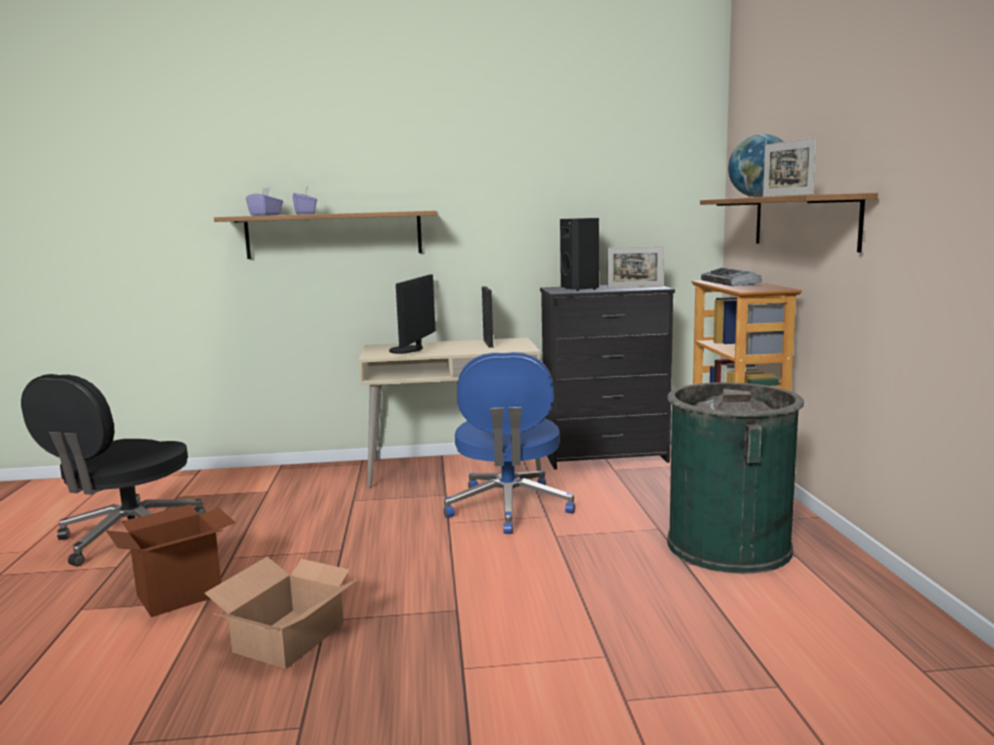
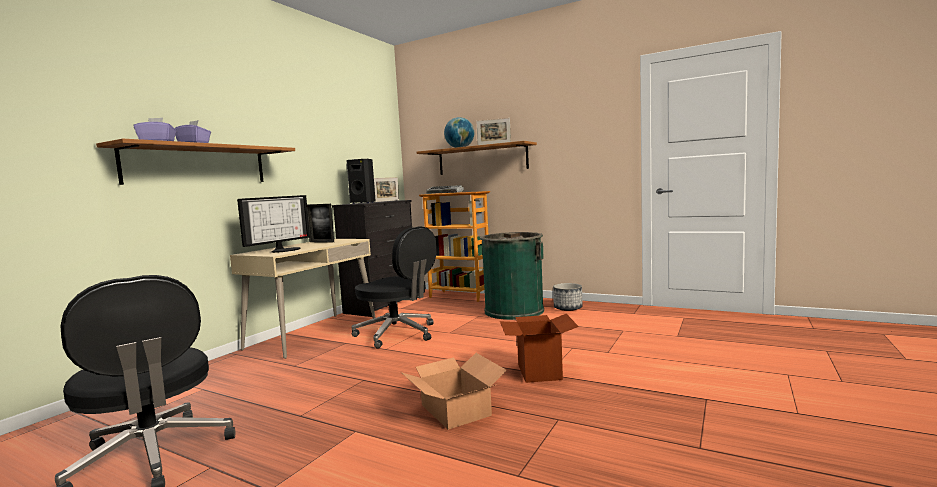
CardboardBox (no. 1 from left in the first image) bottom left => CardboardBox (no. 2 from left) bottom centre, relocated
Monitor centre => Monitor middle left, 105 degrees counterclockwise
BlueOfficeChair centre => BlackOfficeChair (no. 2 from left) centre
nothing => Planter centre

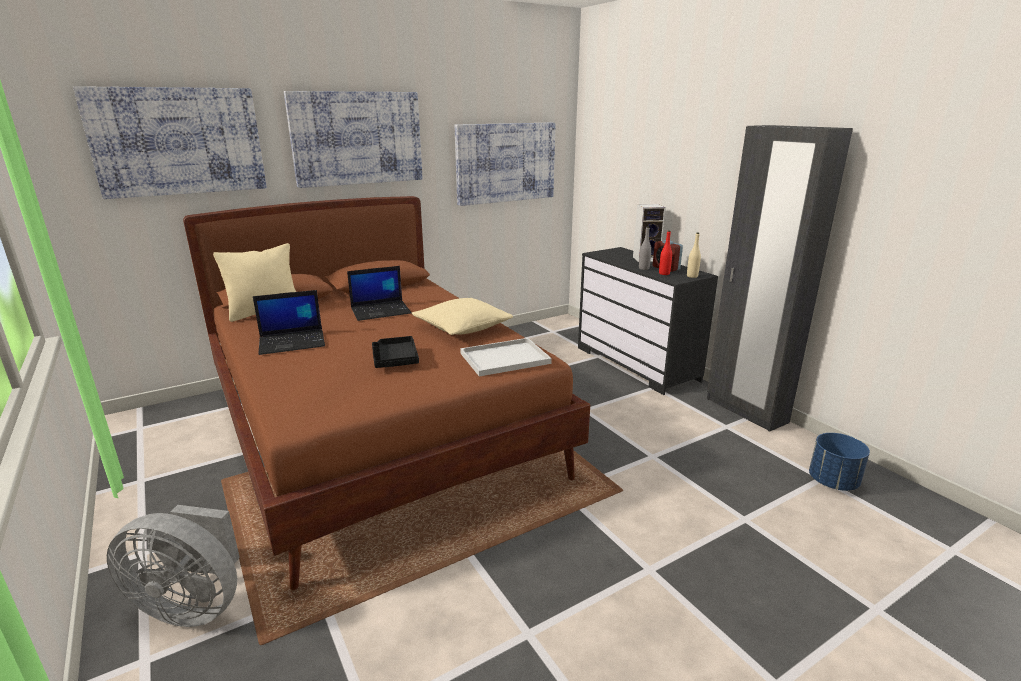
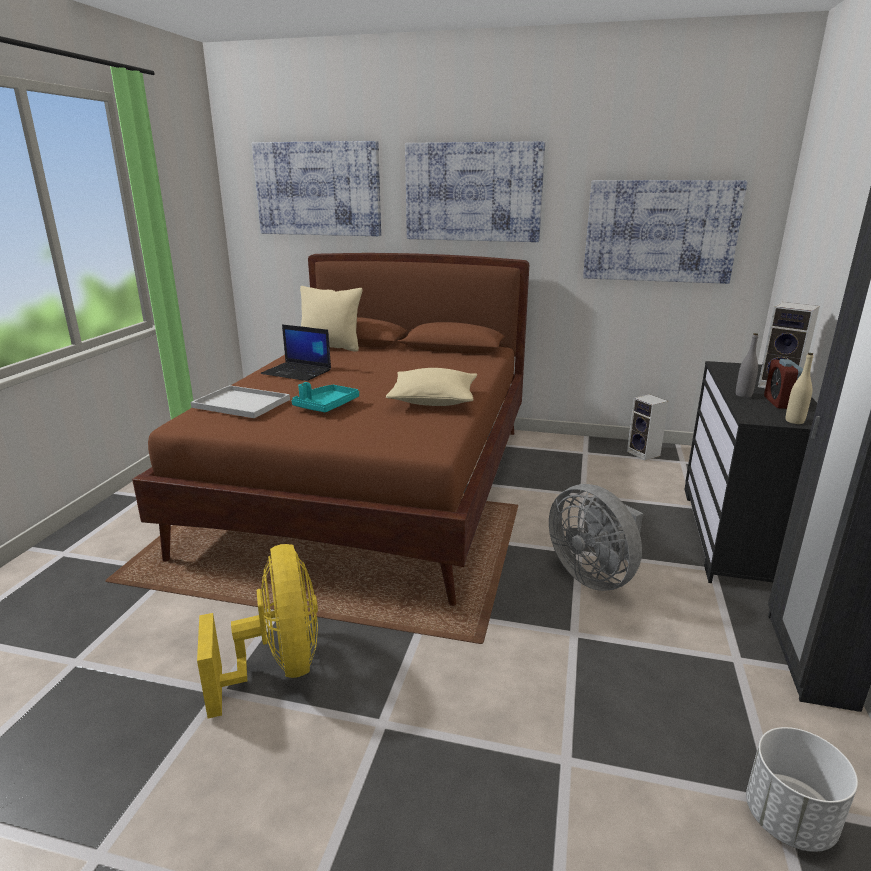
GreyFan bottom left => GreyFan middle right, relocated
Laptop (no. 2 from left) centre => nothing
BlackTray centre => TurquoiseTray centre
WhiteTray centre => WhiteTray middle left, relocated
RedBottle centre => nothing
BluePlanter bottom right => WhitePlanter bottom right
nothing => YellowFan bottom left
nothing => Speaker (no. 1 from left) middle right

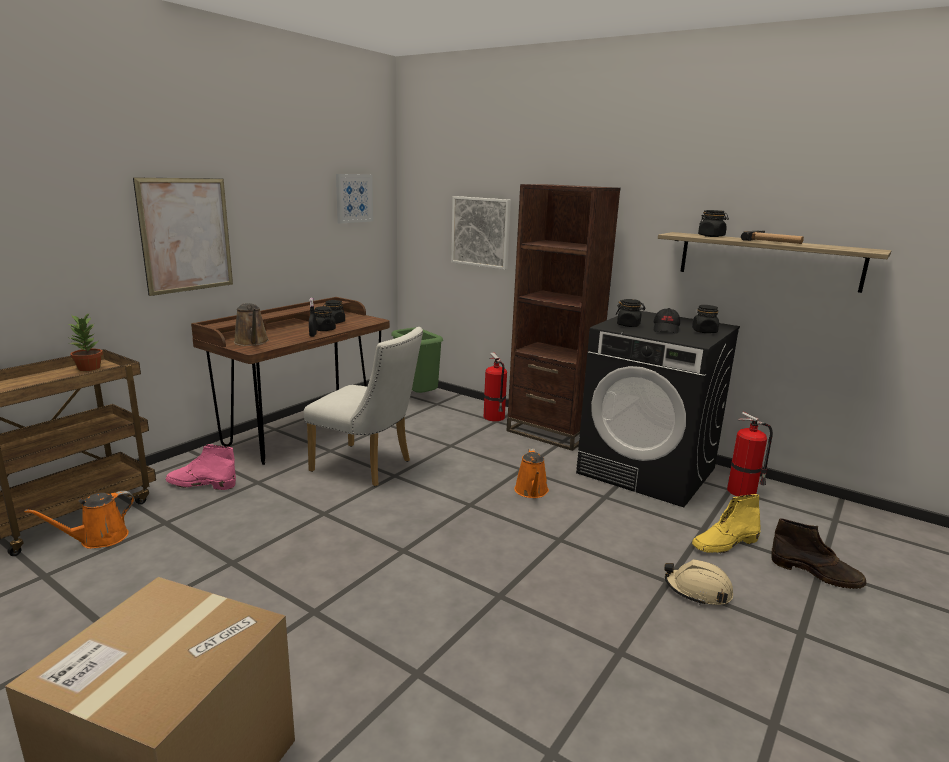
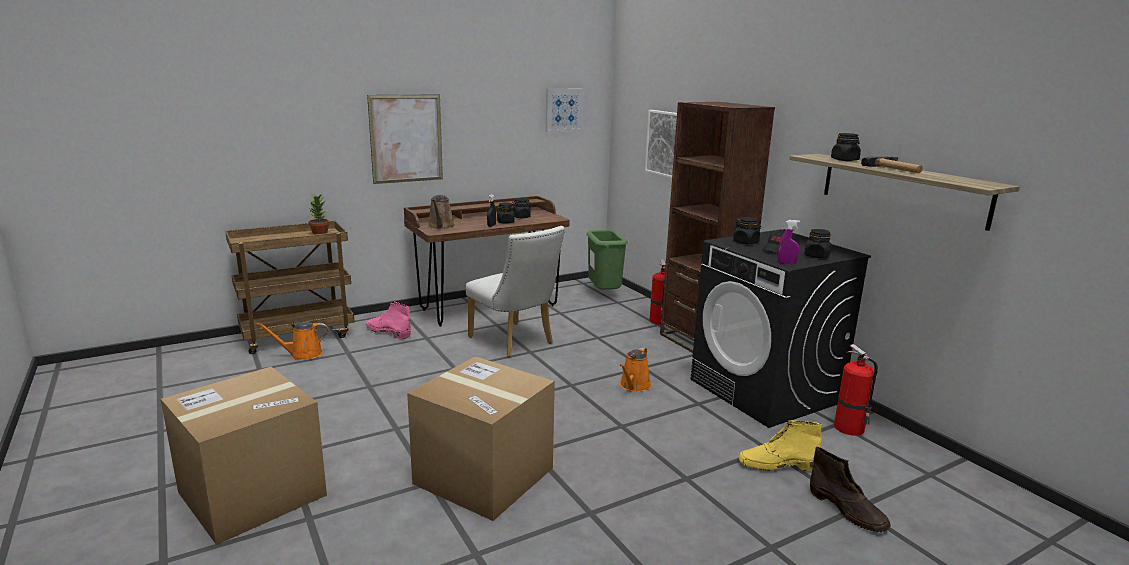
BeigeHardHat bottom right => nothing
nothing => CardboardBox (no. 2 from left) bottom centre
nothing => PurpleSprayBottle middle right

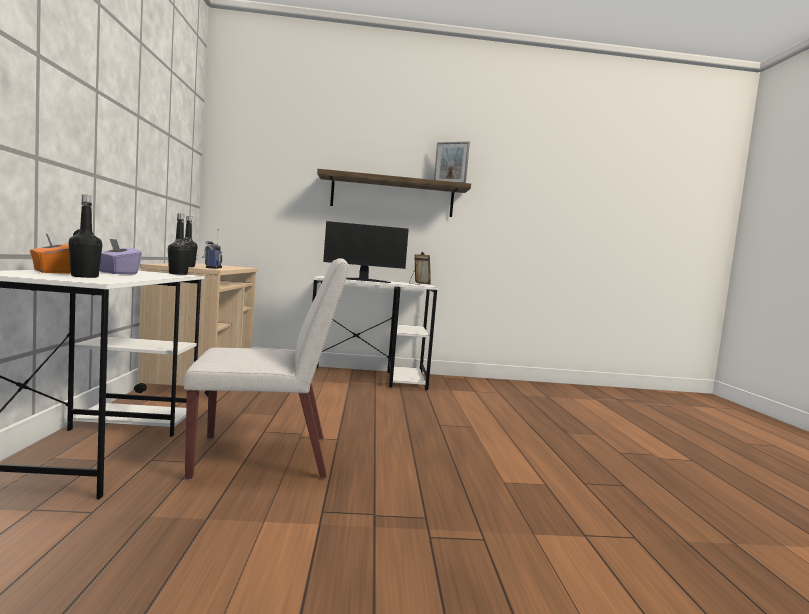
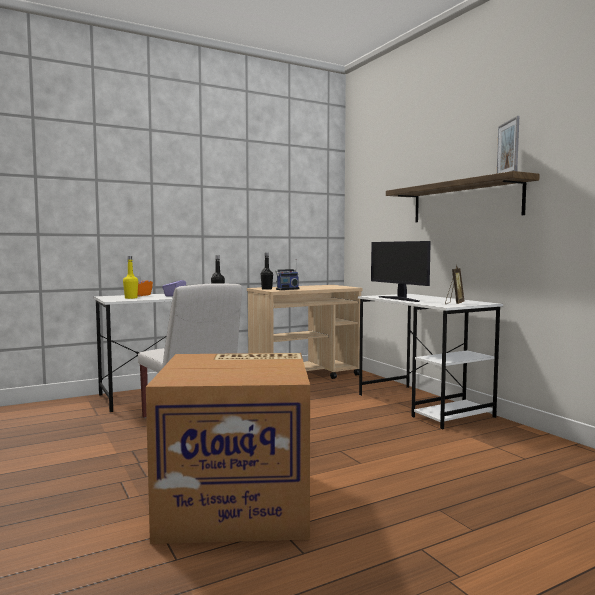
BlackBottle (no. 1 from left) middle left => YellowBottle middle left
nothing => CardboardBox bottom centre

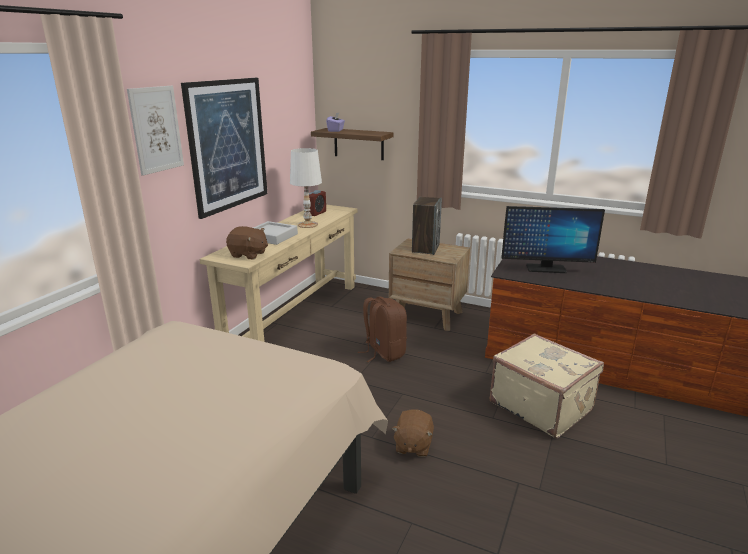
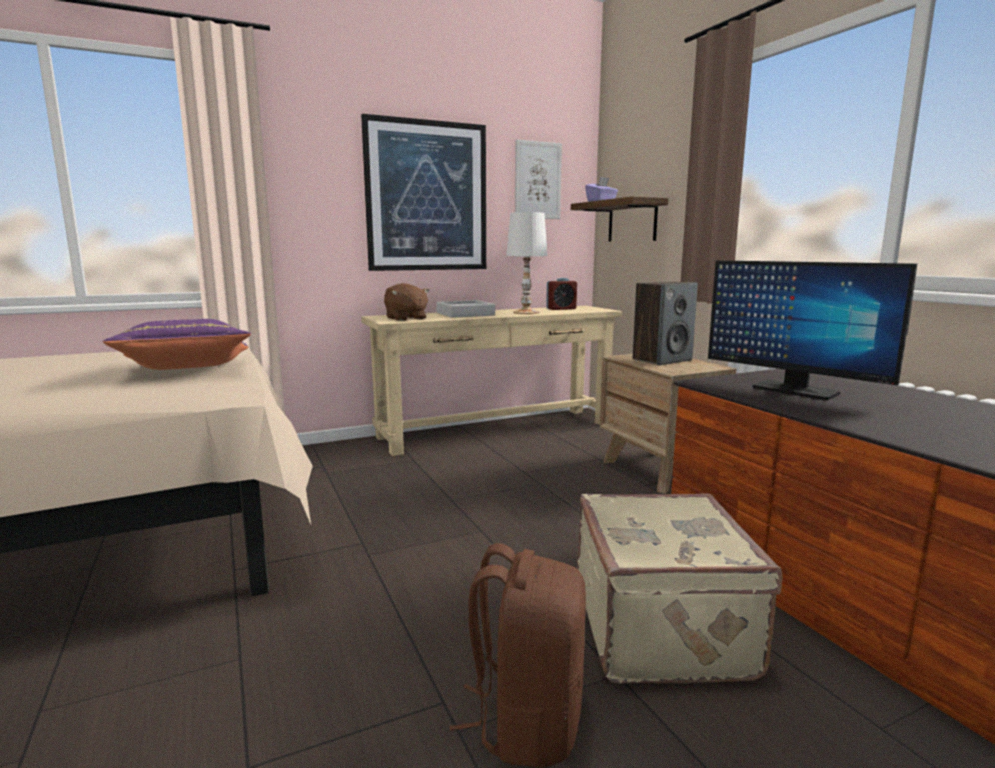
Picture (no. 1 from left in the first image) top left => Picture (no. 2 from left) top centre, relocated
BrownBackpack centre => BrownBackpack bottom centre, relocated
BrownPlushToy (no. 2 from left) bottom centre => nothing
nothing => PurplePillow middle left

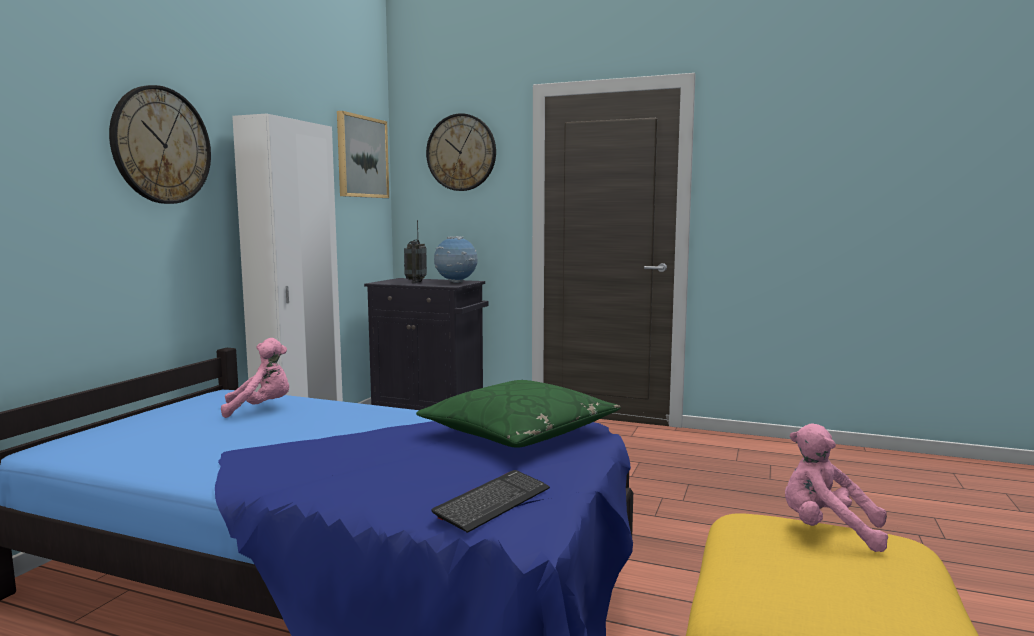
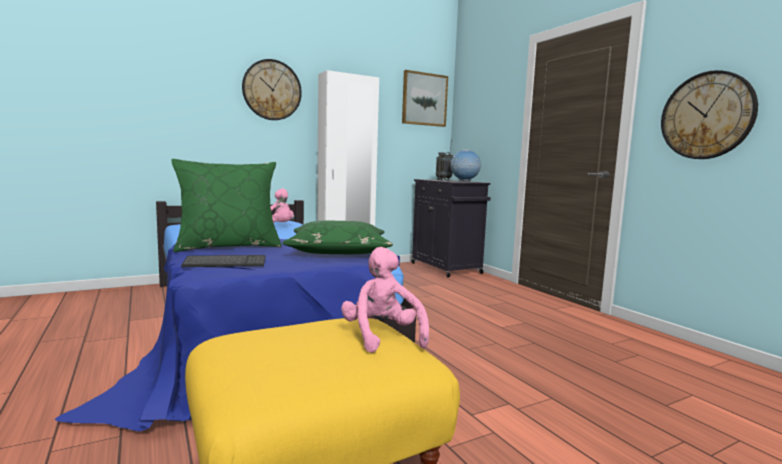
WallClock (no. 2 from left) top centre => WallClock (no. 2 from left) top right, relocated
nothing => GreenPillow (no. 1 from left) middle left

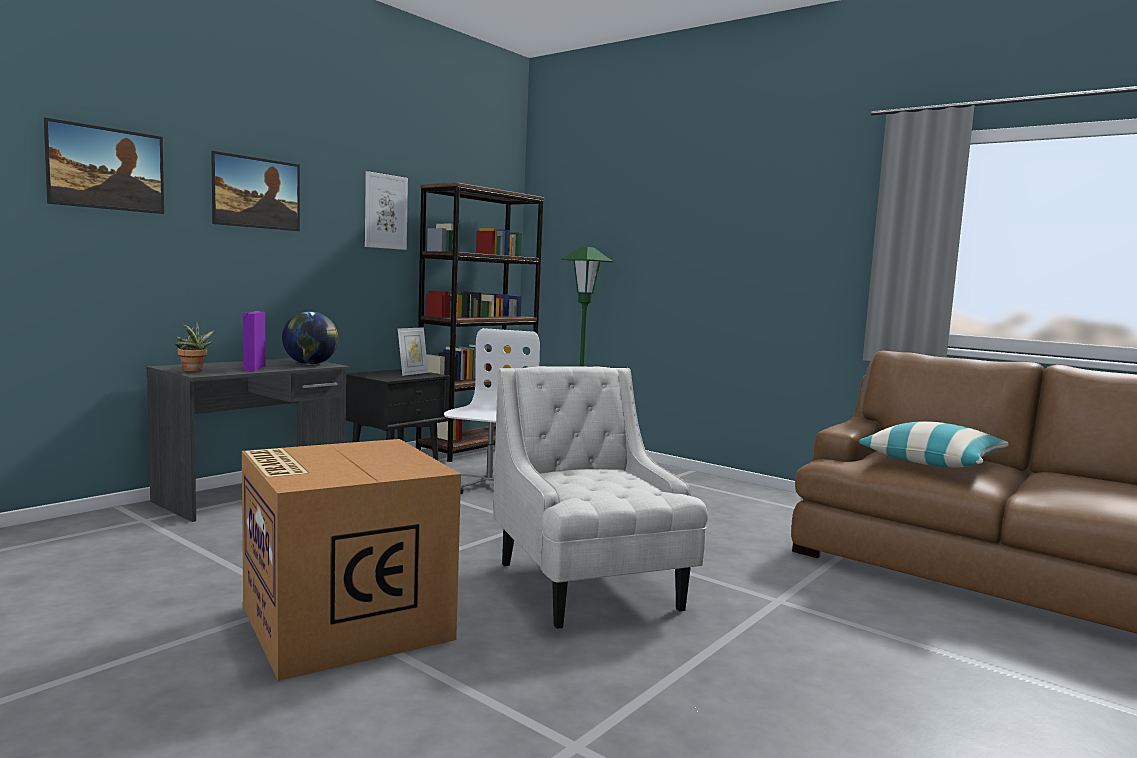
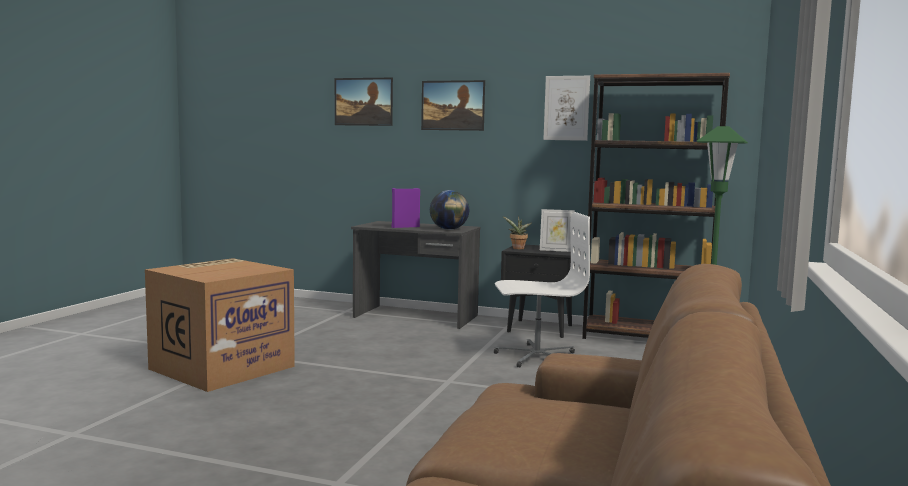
PottedPlant middle left => PottedPlant centre, relocated
WhiteArmchair centre => nothing
Pillow middle right => nothing

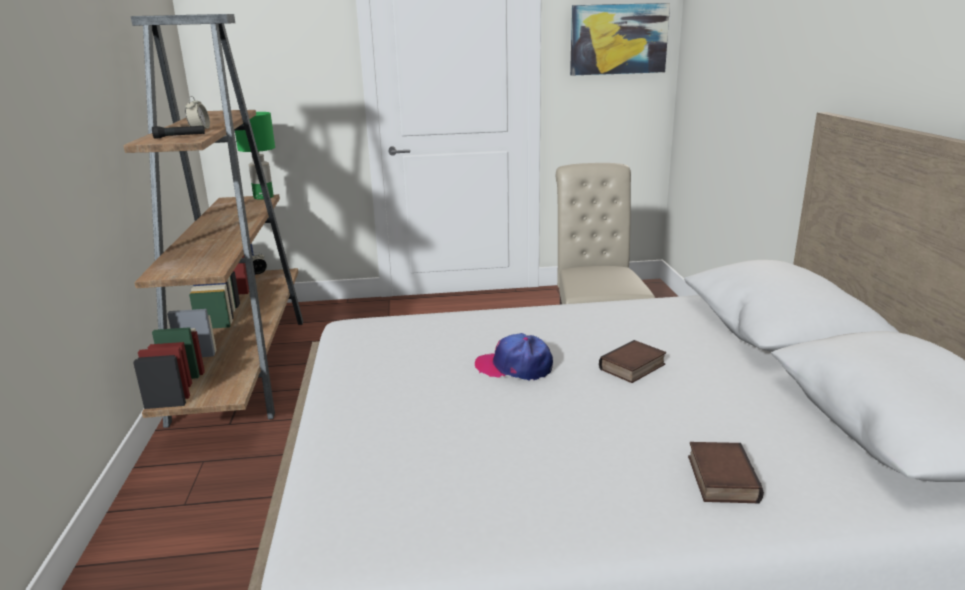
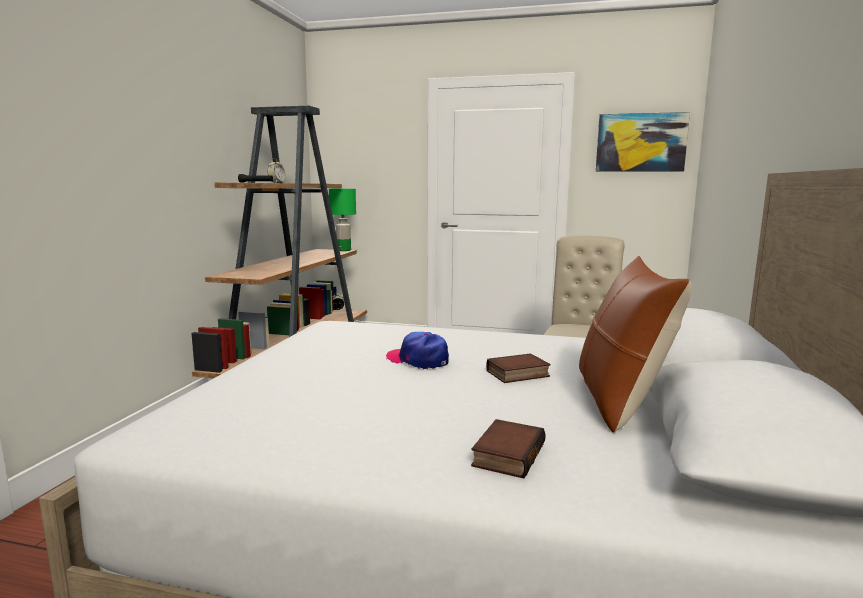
nothing => BrownPillow middle right

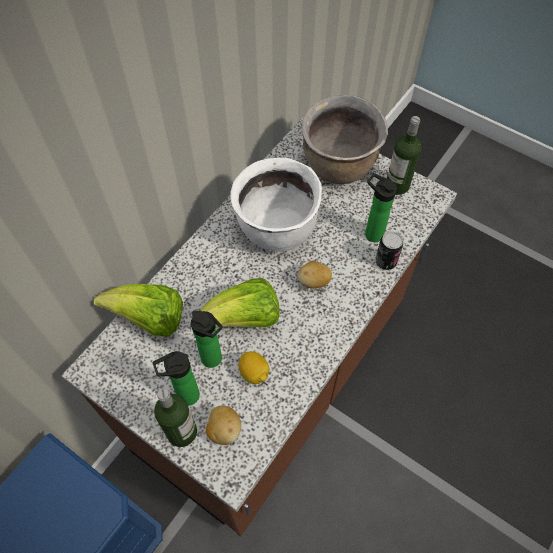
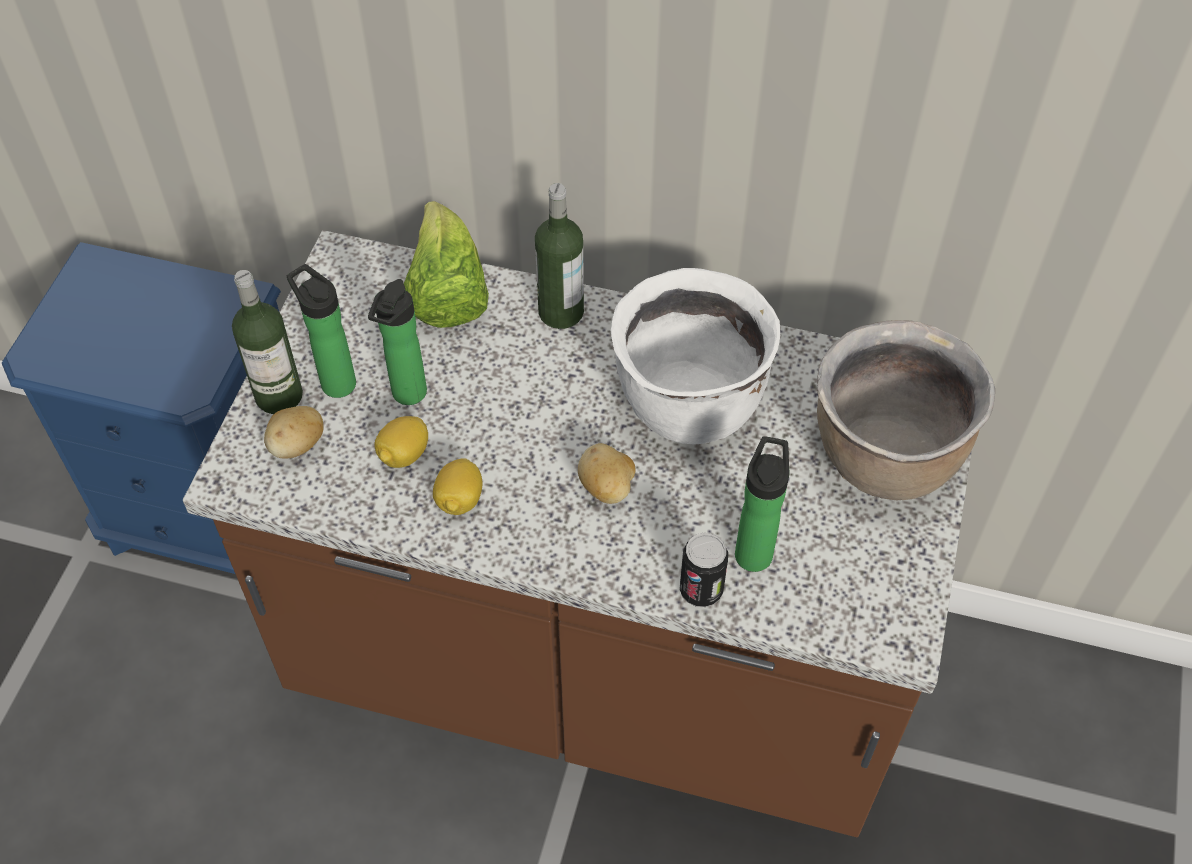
Lettuce (no. 2 from left) centre => nothing
Bottle (no. 5 from left in the first image) top right => Bottle (no. 4 from left) top centre, relocated
nothing => Lemon (no. 2 from left) centre

